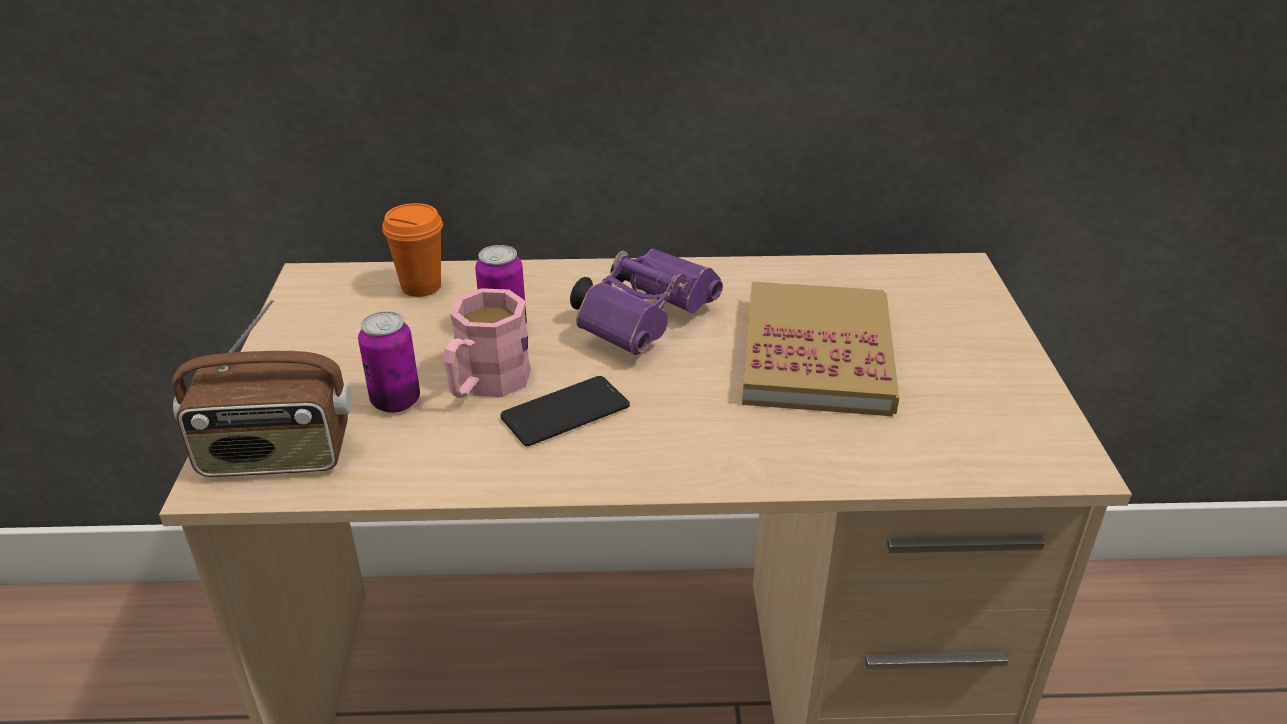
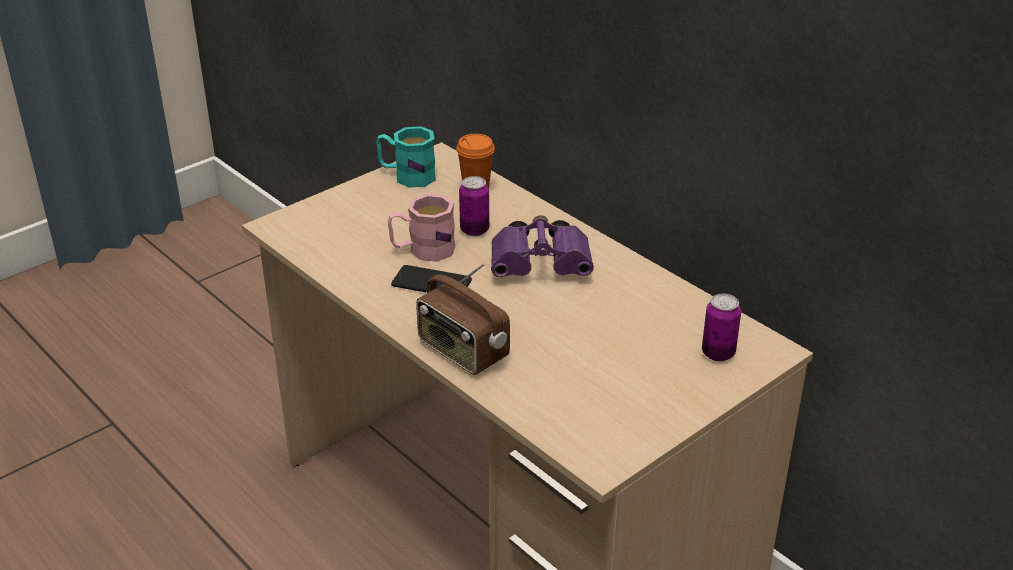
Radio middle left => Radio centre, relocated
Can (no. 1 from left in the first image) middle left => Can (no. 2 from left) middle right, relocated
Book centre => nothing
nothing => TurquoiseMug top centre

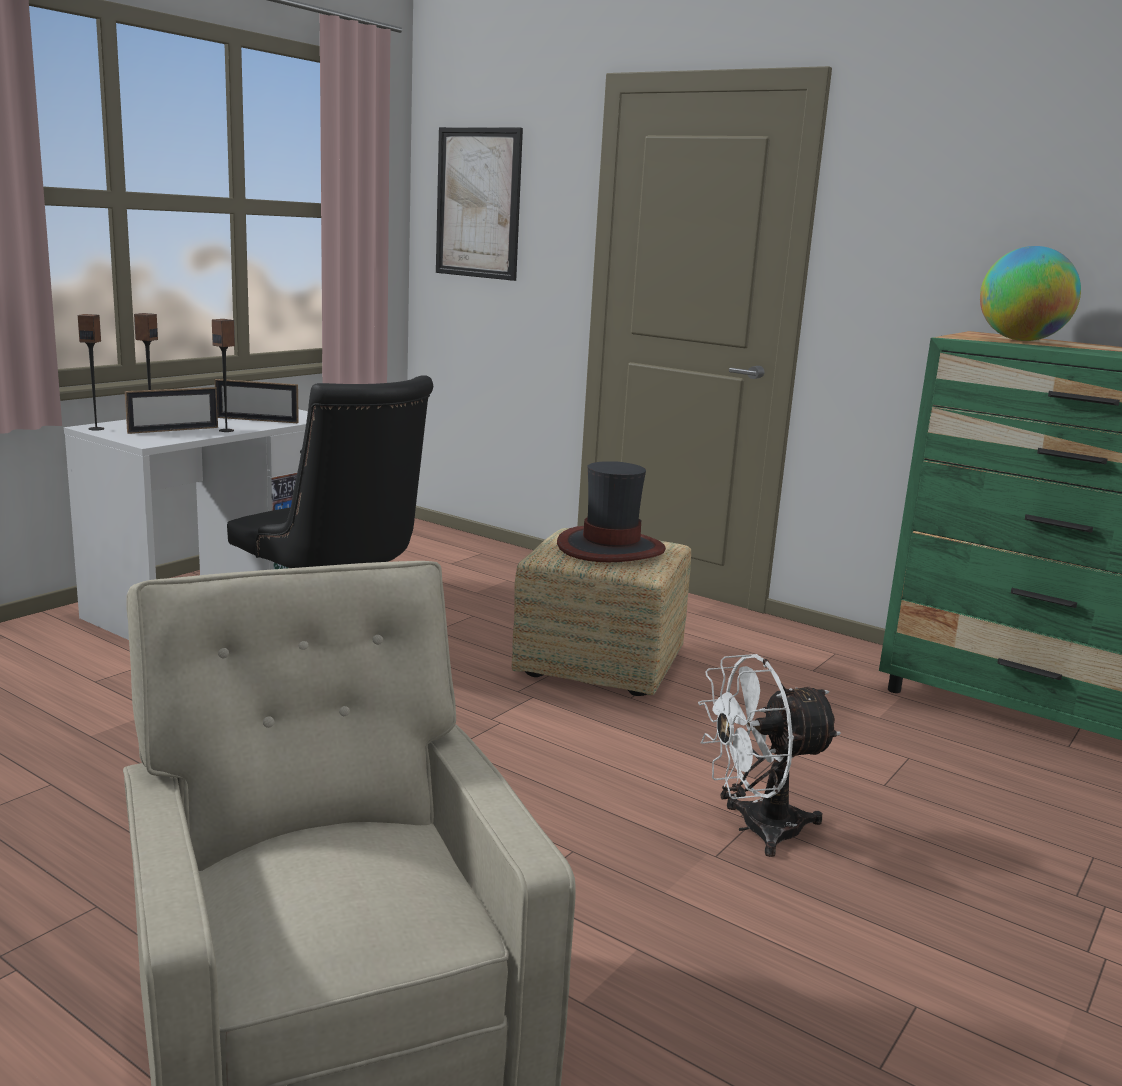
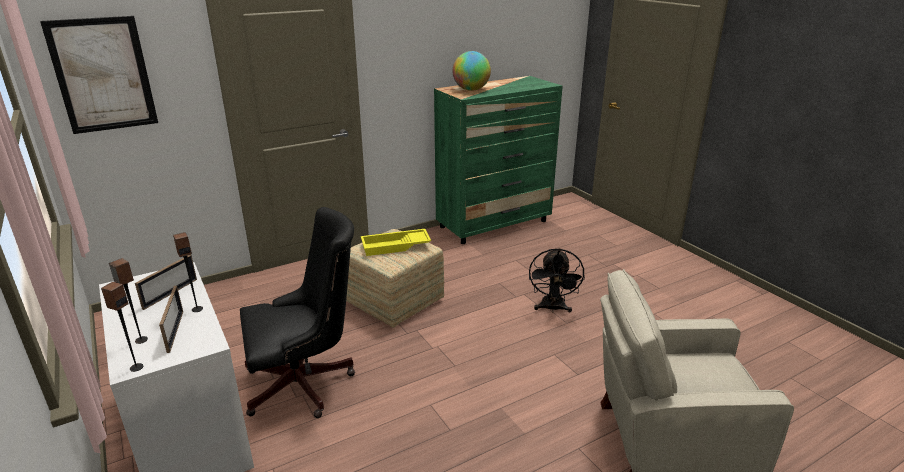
Hat centre => YellowTray centre
WhiteFan bottom right => BlackFan centre

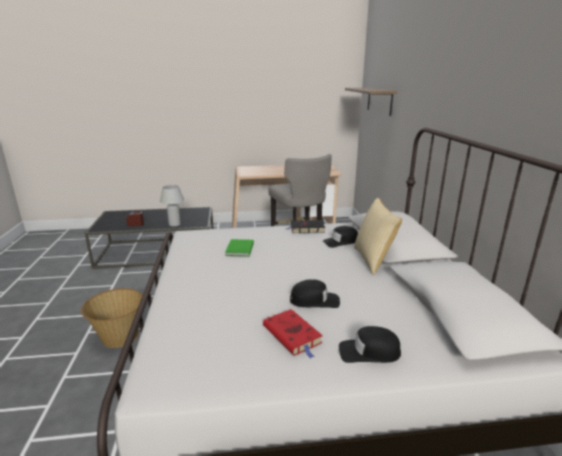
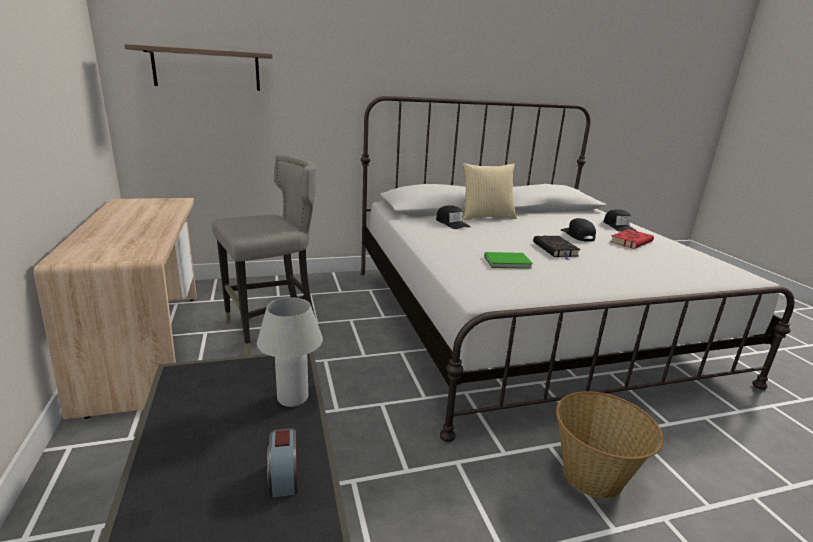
BlackBook centre => BlackBook middle right, relocated

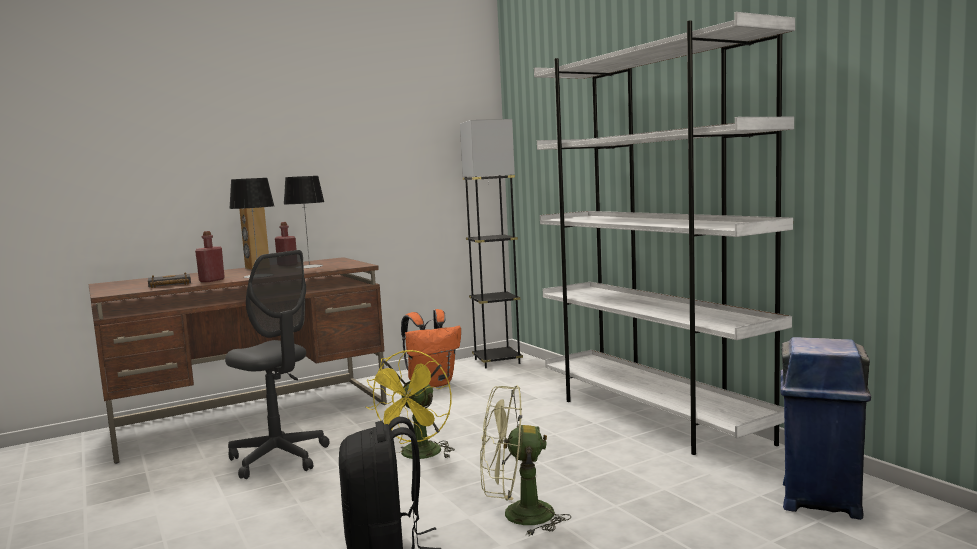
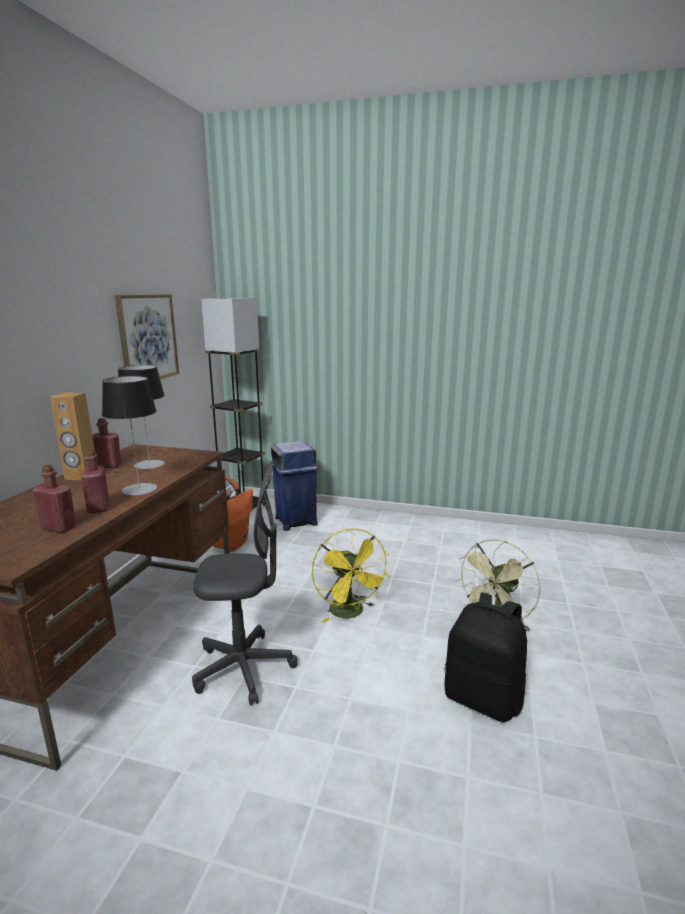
BlackBook middle left => RedBottle (no. 1 from left) middle left
WhiteBookcase middle right => nothing
BlueTrashCan bottom right => BlueTrashCan centre, relocated
nothing => Picture middle left

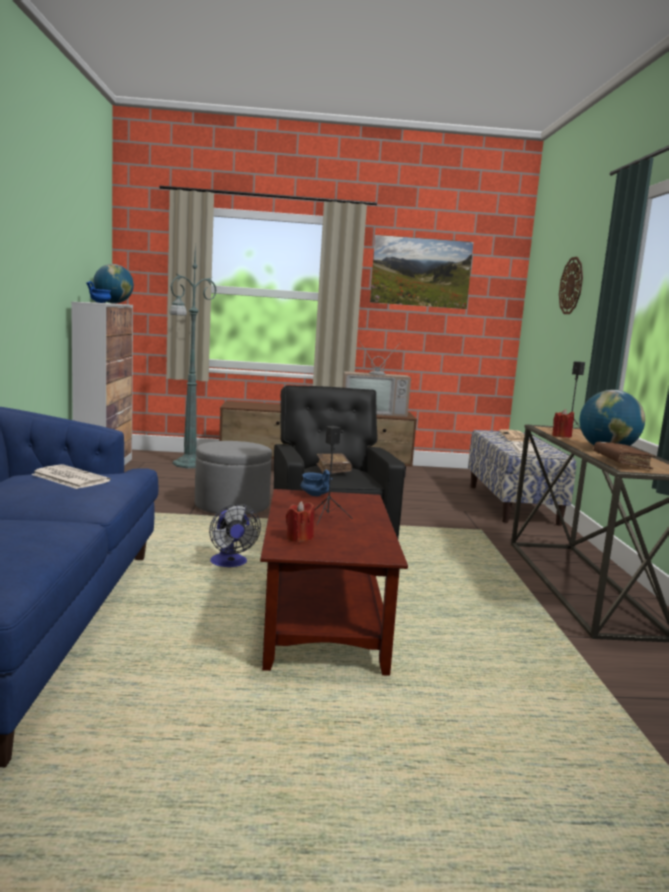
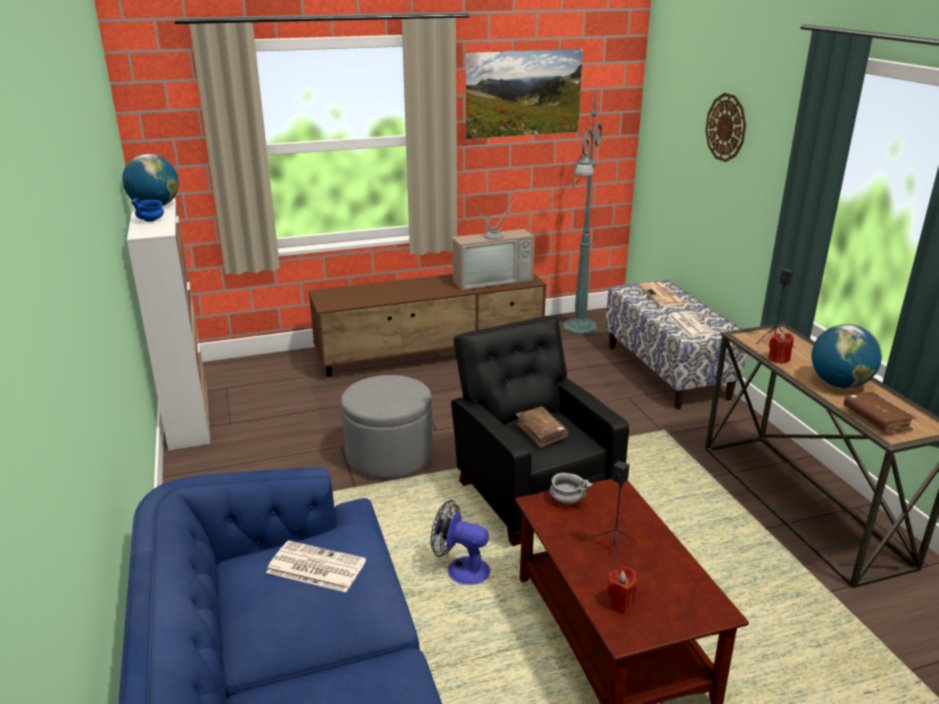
GreenFloorLamp middle left => GreenFloorLamp top centre, relocated
Fan centre => Fan bottom centre, 150 degrees clockwise
BlueBowl (no. 2 from left) centre => GreyBowl bottom centre

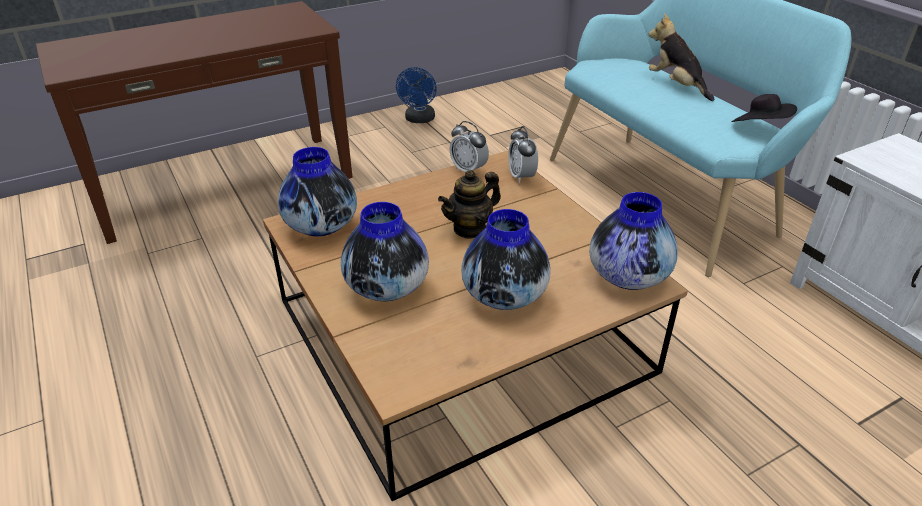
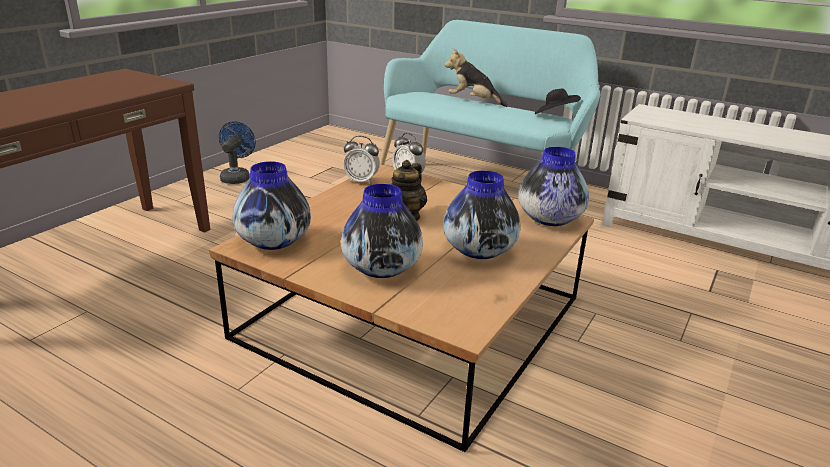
BlueFan top centre => BlueFan top left, 150 degrees counterclockwise

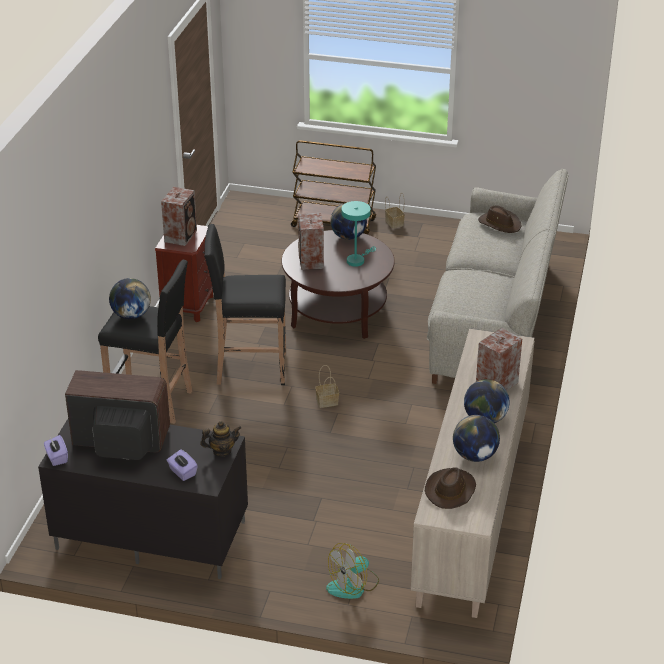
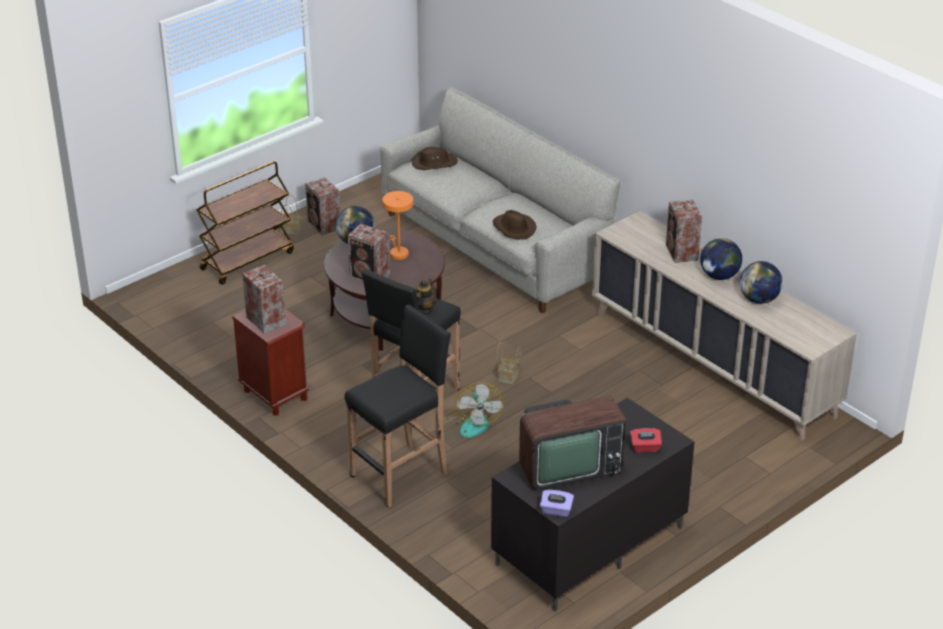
Television middle left => Television bottom centre, 150 degrees counterclockwise
Globe (no. 1 from left) middle left => nothing
PurpleTissueBox (no. 2 from left) bottom left => RedTissueBox bottom right
Teapot middle left => Teapot centre, relocated
Fan bottom centre => Fan centre, relocated
TurquoiseTableLamp centre => OrangeTableLamp centre
BrownHat (no. 1 from left in the first image) bottom right => BrownHat (no. 2 from left) centre, relocated
nothing => Speaker (no. 2 from left) top centre

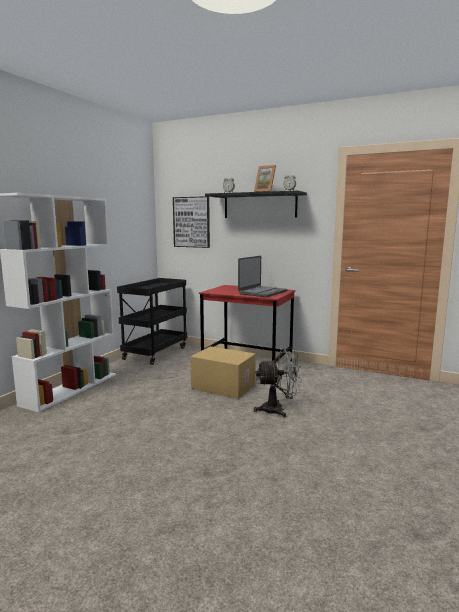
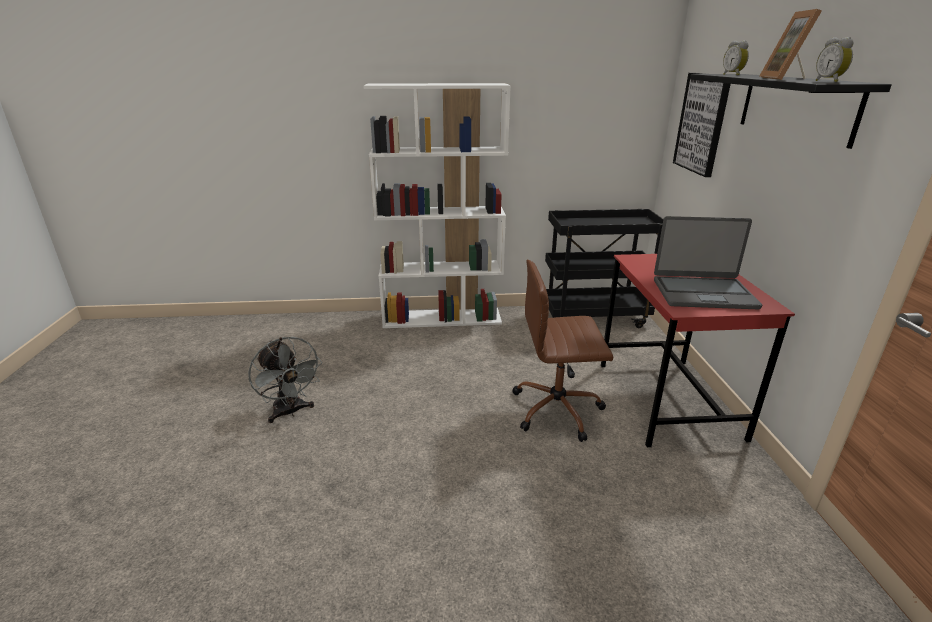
CardboardBox centre => BrownOfficeChair centre
GreyFan centre => GreyFan middle left, relocated

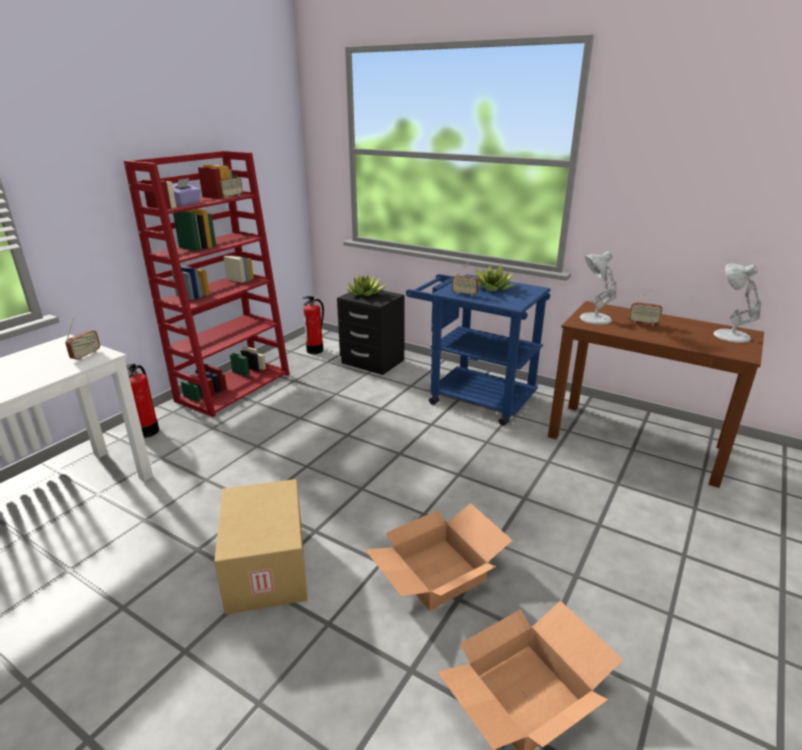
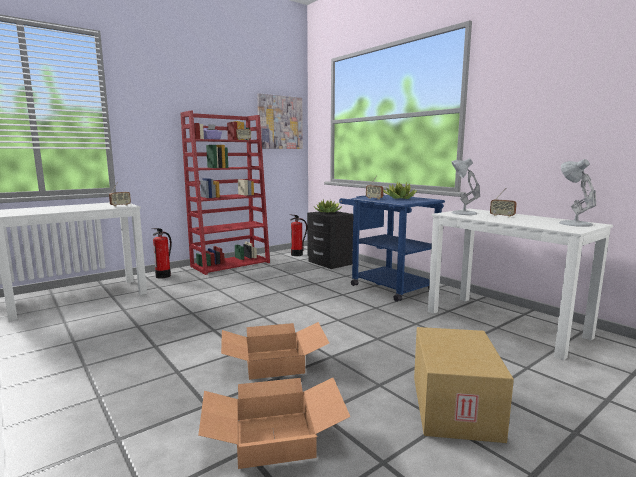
CardboardBox (no. 1 from left in the first image) bottom left => CardboardBox (no. 3 from left) bottom right, relocated
BrownDesk middle right => WhiteDesk (no. 2 from left) middle right
nothing => Picture top centre

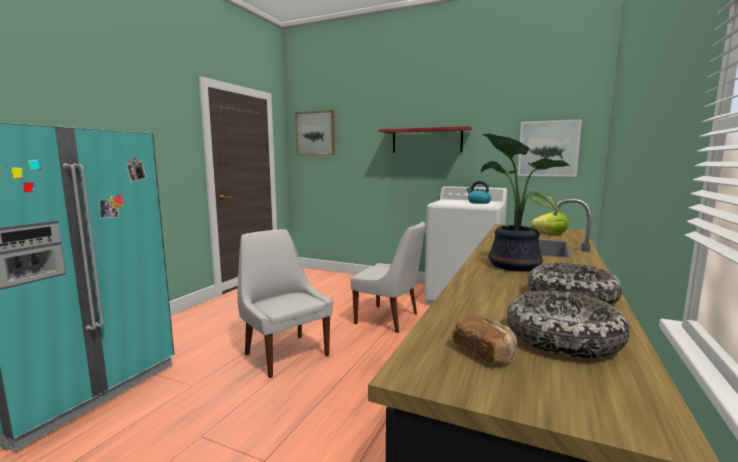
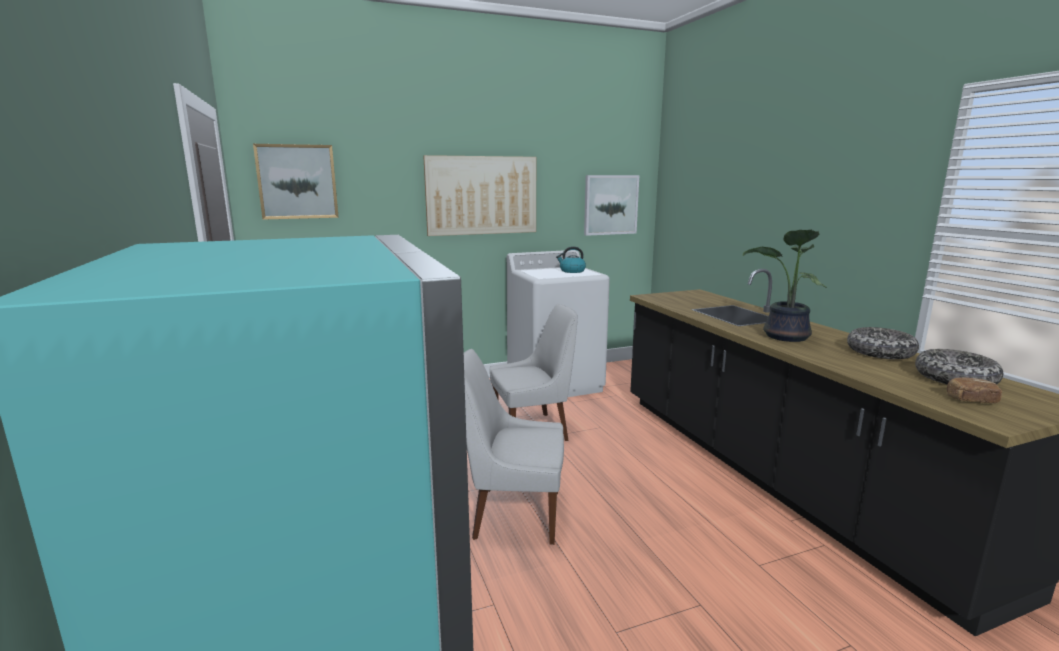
RedShelf top centre => Picture (no. 2 from left) top centre
Lettuce middle right => nothing

